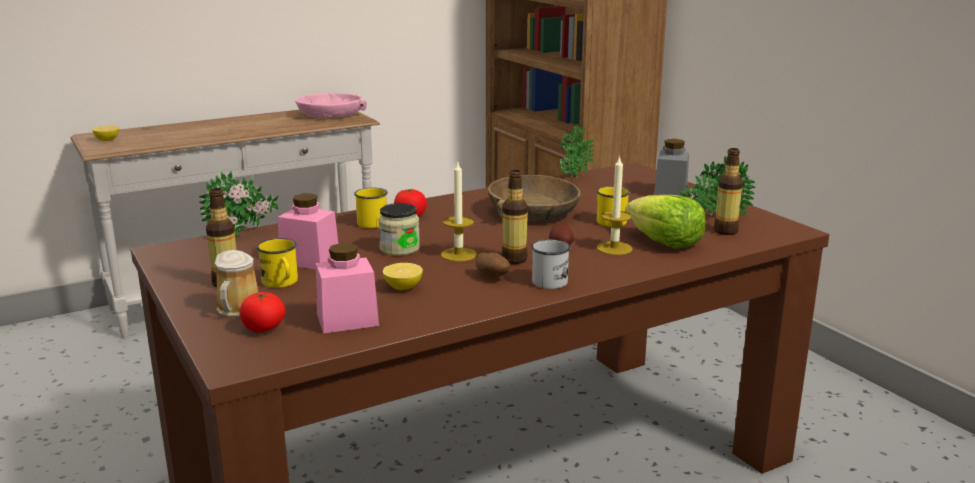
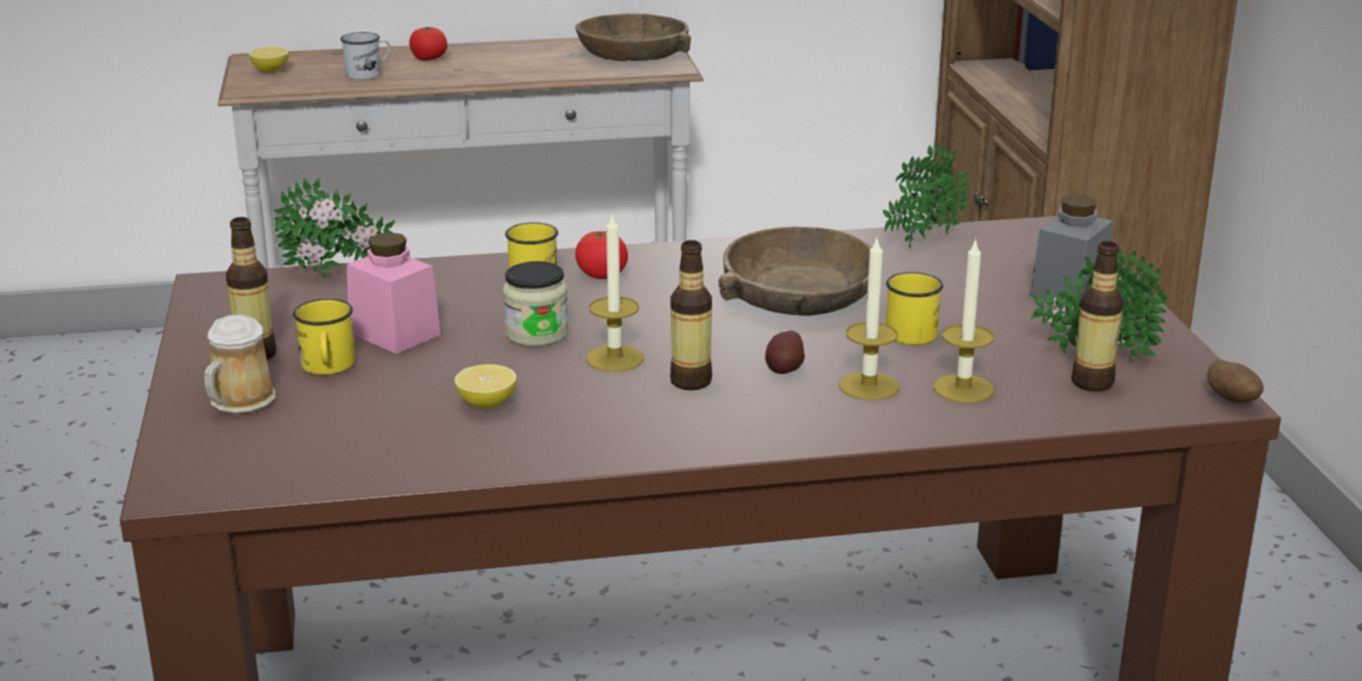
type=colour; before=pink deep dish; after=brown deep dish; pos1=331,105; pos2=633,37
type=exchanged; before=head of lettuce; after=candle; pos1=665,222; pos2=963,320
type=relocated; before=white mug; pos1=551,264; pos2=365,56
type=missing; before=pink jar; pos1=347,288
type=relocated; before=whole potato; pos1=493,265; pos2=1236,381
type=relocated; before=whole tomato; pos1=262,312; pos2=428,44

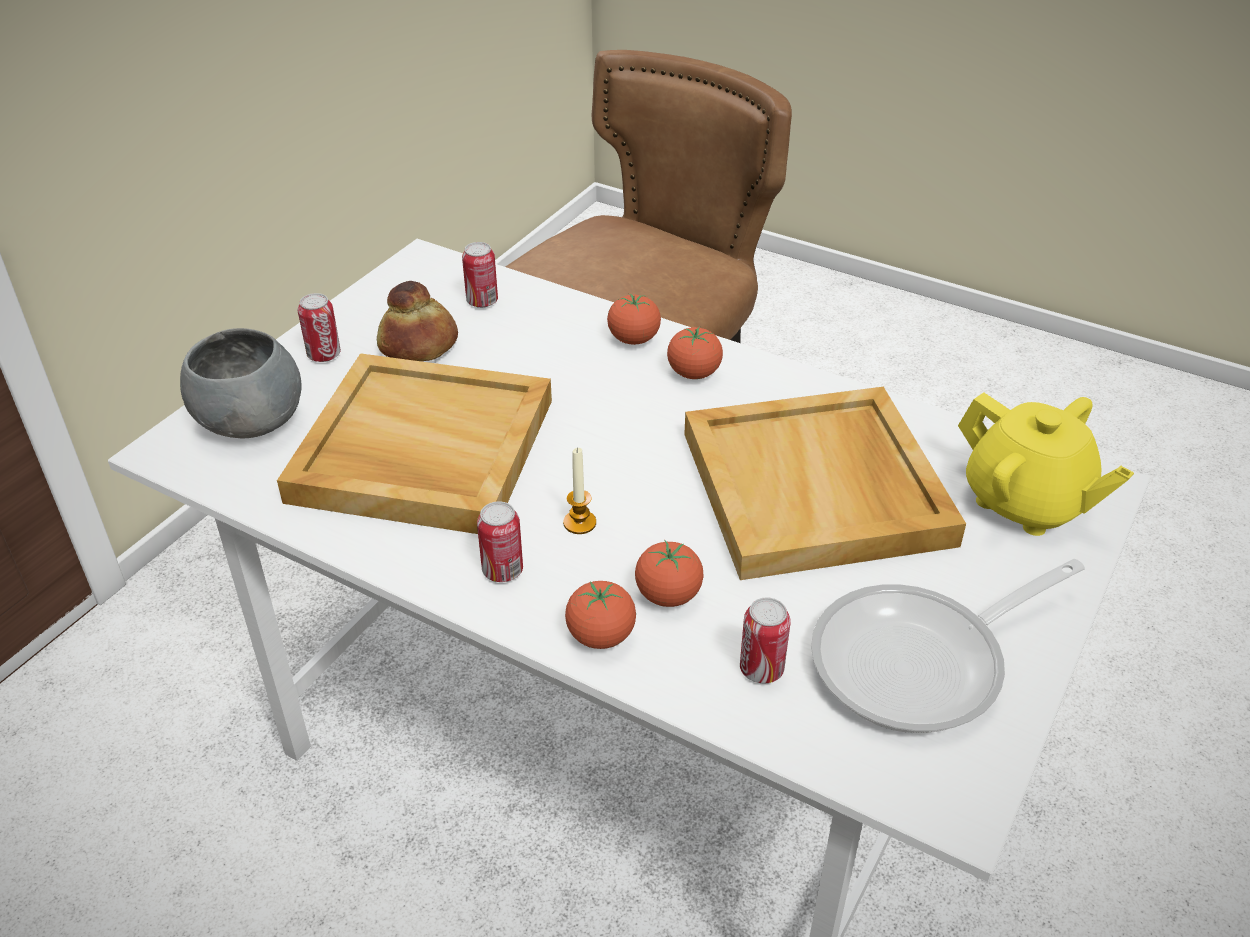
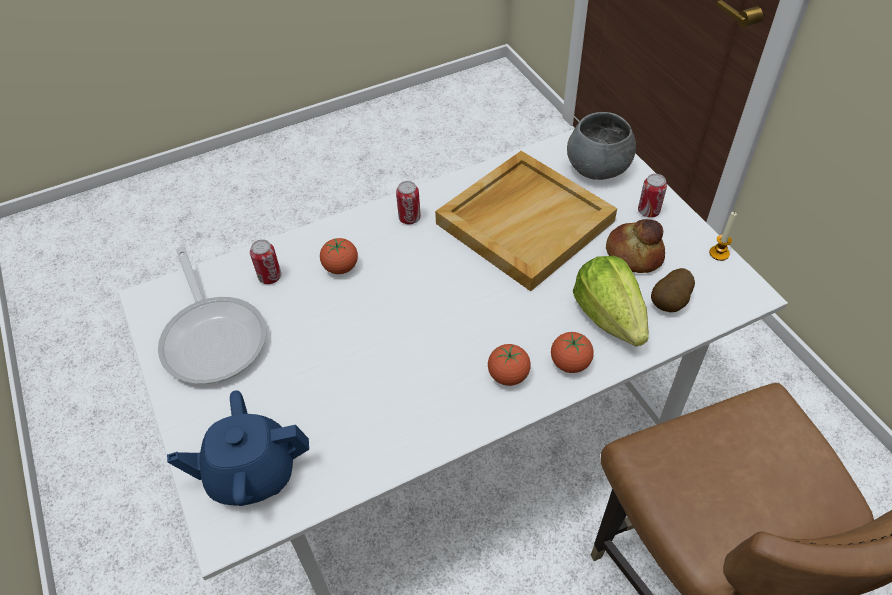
type=exchanged; before=can; after=whole potato; pos1=480,275; pos2=673,290
type=missing; before=beige carrying tray; pos1=825,483
type=colour; before=yellow pot for tea; after=blue pot for tea; pos1=1046,464; pos2=238,448
type=relocated; before=candle; pos1=579,491; pos2=723,236
type=spun; before=frying pan; pos1=948,646; pos2=212,315; turn=150
type=missing; before=whole tomato; pos1=600,615
type=appeared; after=head of lettuce; pos2=611,301

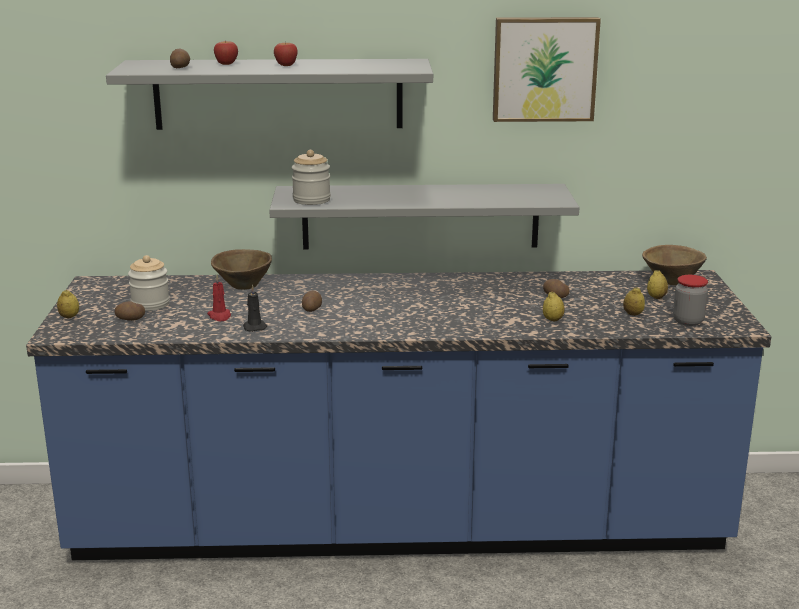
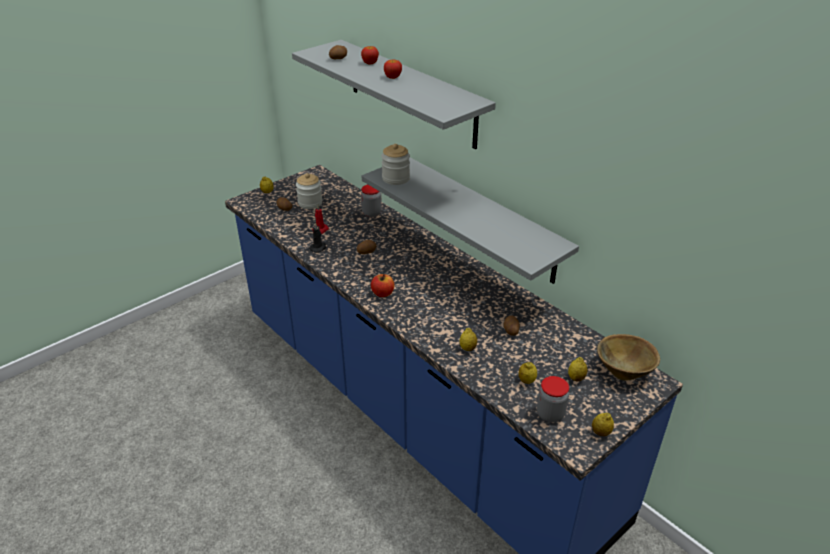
type=missing; before=wall picture; pos1=547,69
type=exchanged; before=brown deep dish; after=jar; pos1=241,269; pos2=371,200
type=appeared; after=apple; pos2=382,285
type=appeared; after=lemon; pos2=603,424

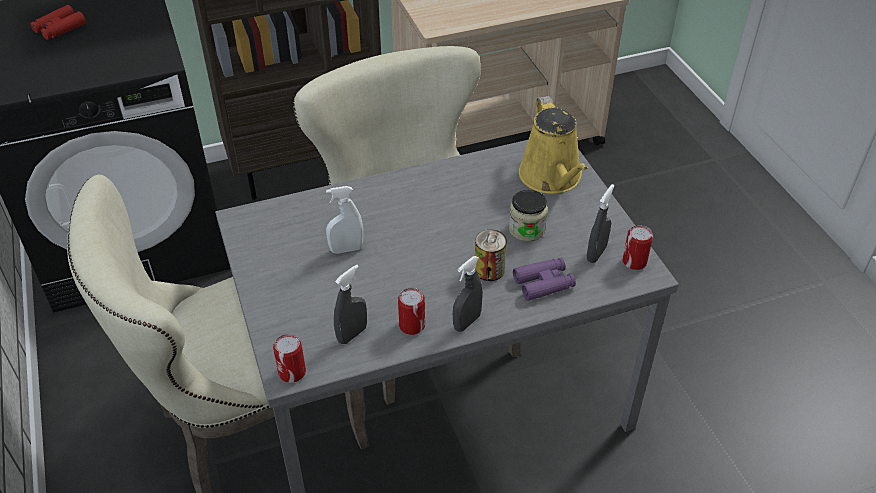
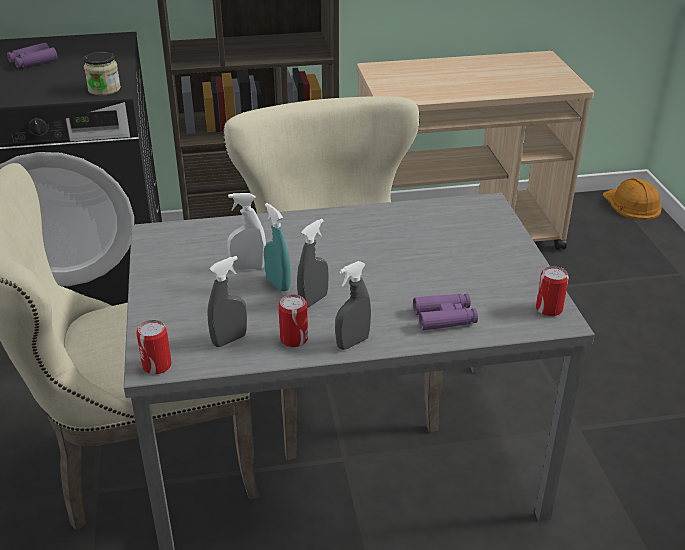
type=colour; before=red-coloured binoculars; after=purple-coloured binoculars; pos1=58,22; pos2=32,55
type=missing; before=yellow watering pot; pos1=553,145
type=relocated; before=greyish spray bottle; pos1=600,223; pos2=313,263
type=relocated; before=jar; pos1=528,215; pos2=102,73
type=missing; before=can; pos1=491,255
type=appeared; after=orange-coloured safety helmet; pos2=632,199
type=appeared; after=turquoise-coloured spray bottle; pos2=277,247

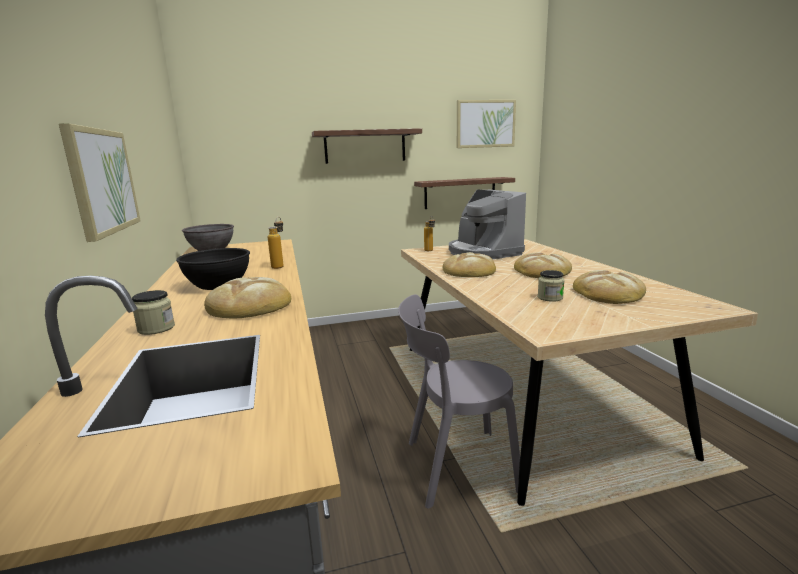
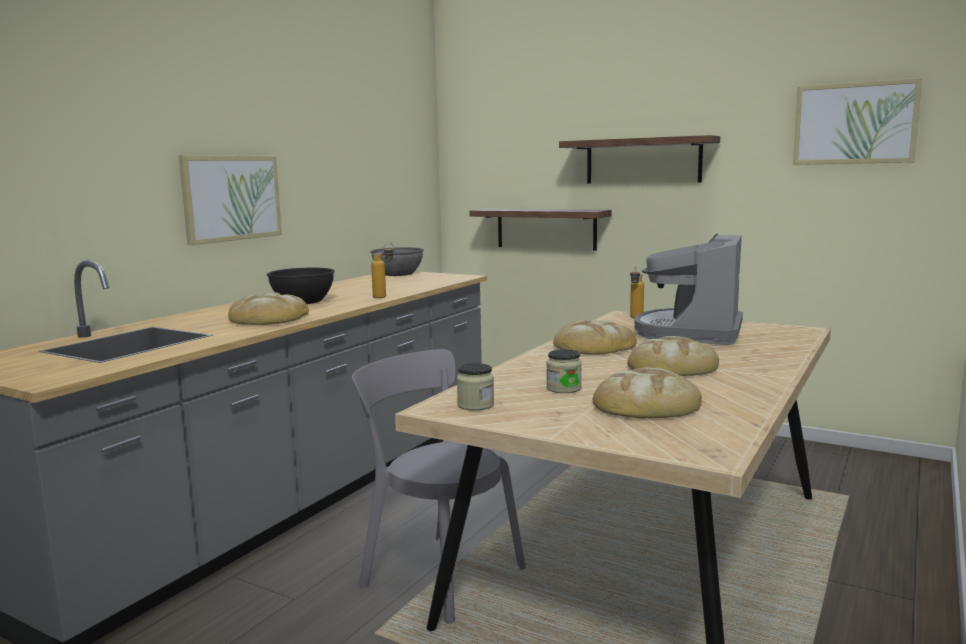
type=relocated; before=shelf; pos1=464,193; pos2=540,230
type=relocated; before=jar; pos1=153,312; pos2=475,387

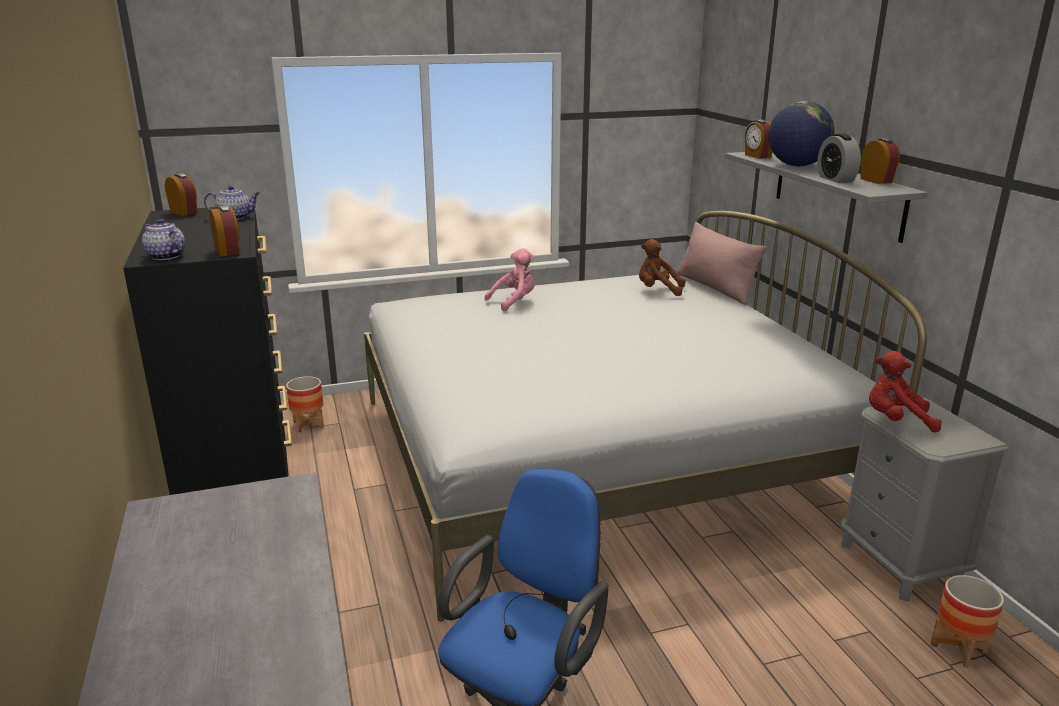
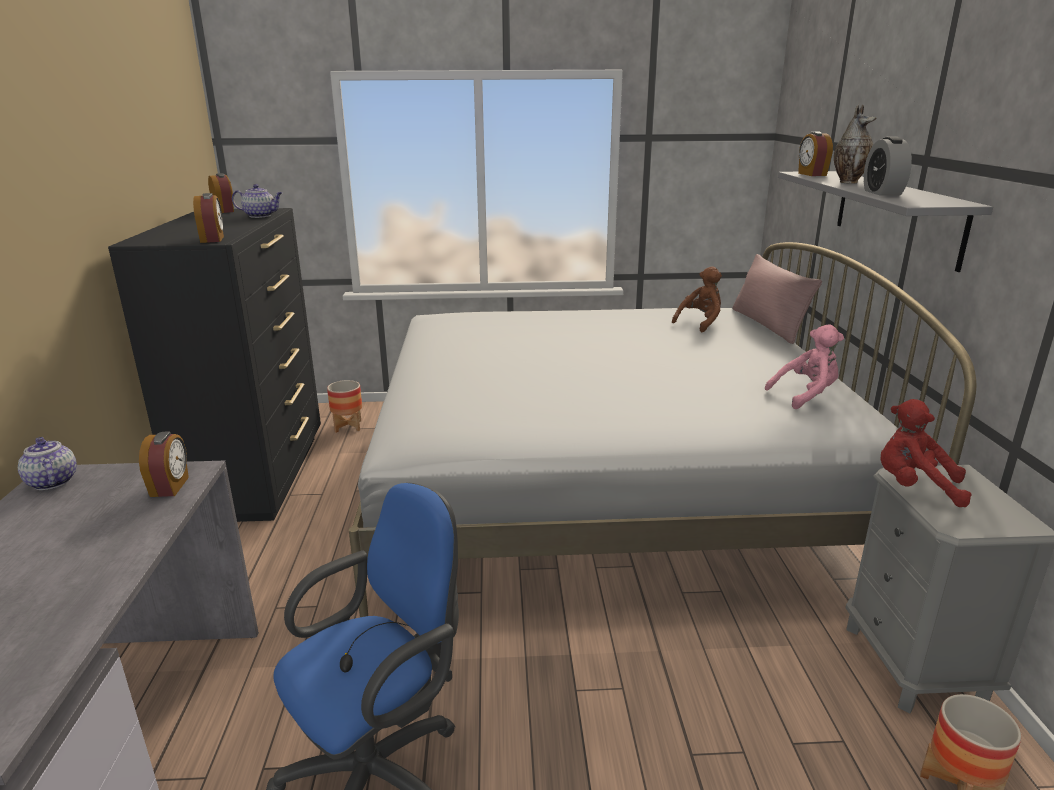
type=exchanged; before=world globe; after=decorative vase; pos1=801,133; pos2=855,144
type=relocated; before=bedside clock; pos1=880,161; pos2=164,464
type=relocated; before=pot for tea; pos1=163,239; pos2=47,463
type=spun; before=brown soft toy; pos1=662,267; pos2=697,299; turn=105
type=relocated; before=pink soft toy; pos1=509,280; pos2=804,366

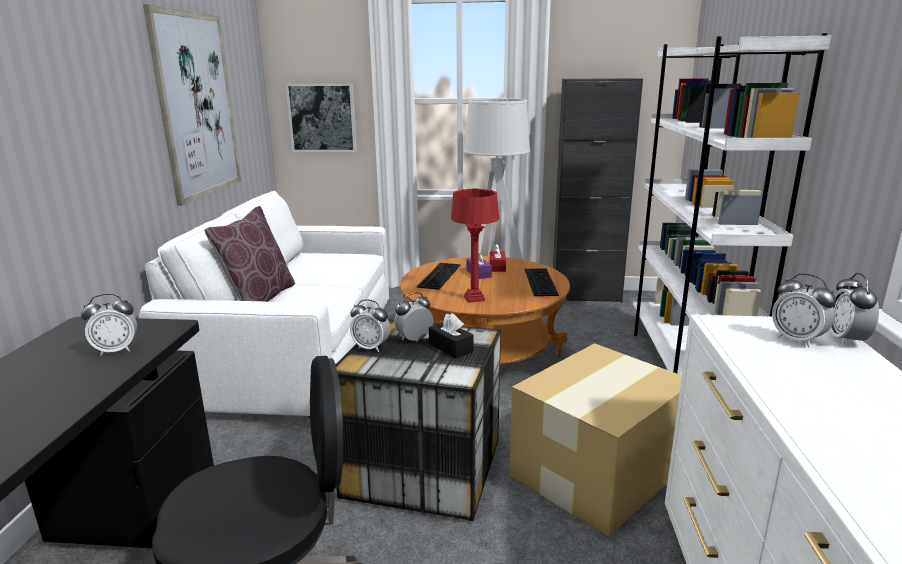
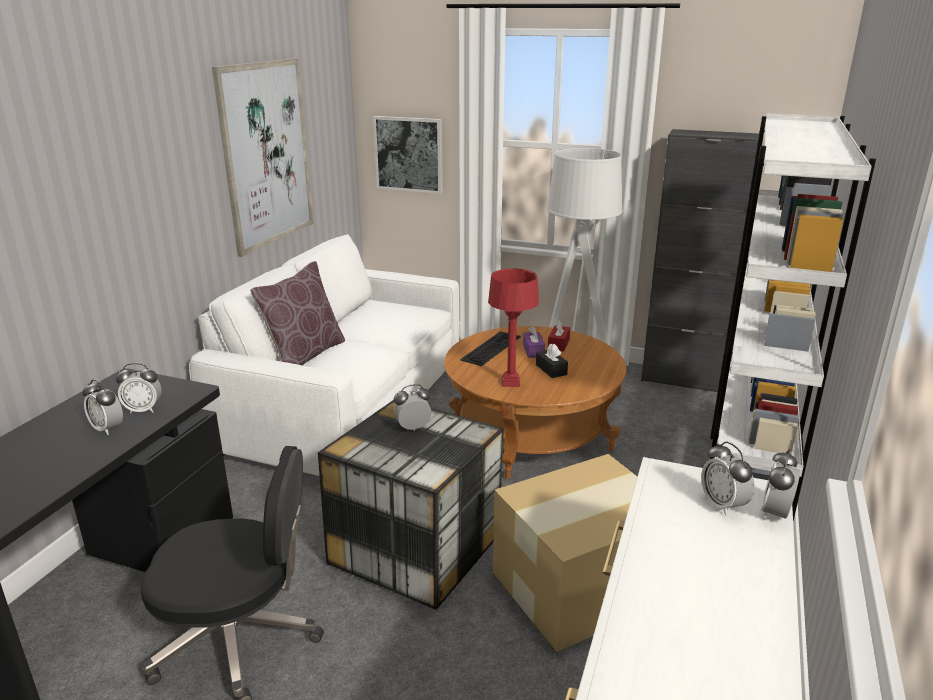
type=missing; before=PC keyboard; pos1=541,282
type=relocated; before=bedside clock; pos1=370,325; pos2=102,407
type=relocated; before=black box of tissues; pos1=451,335; pos2=552,361

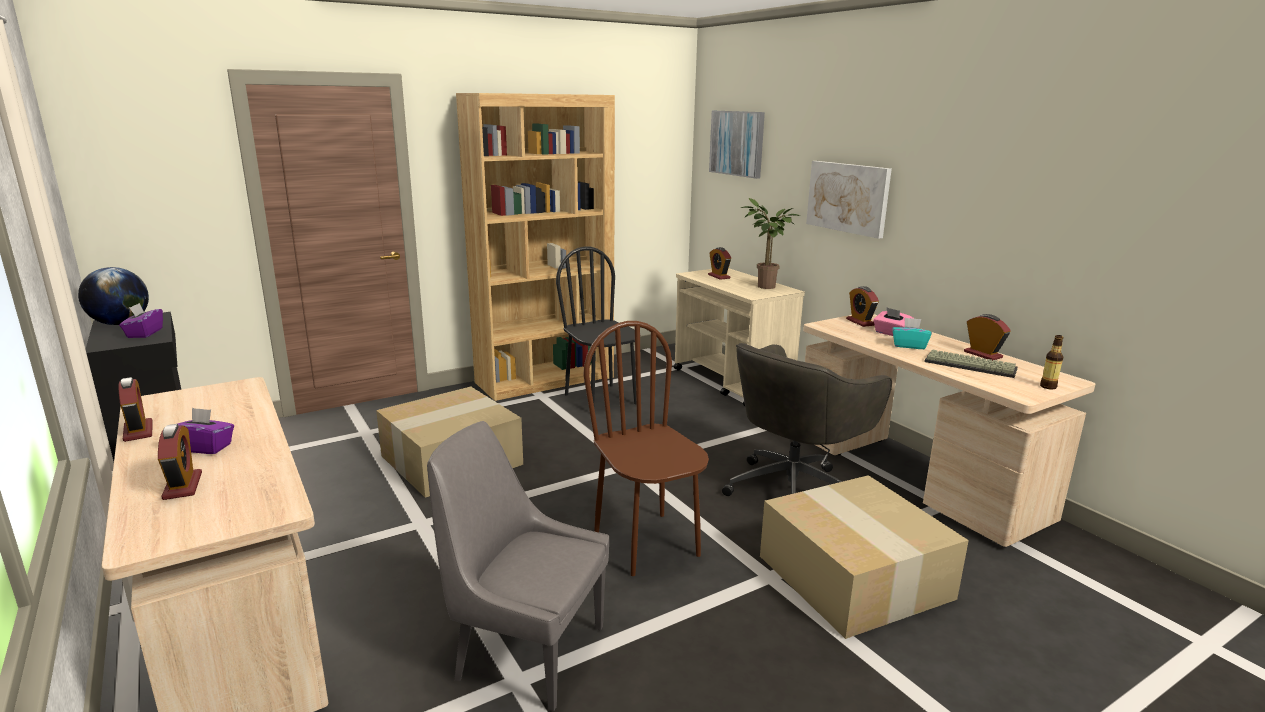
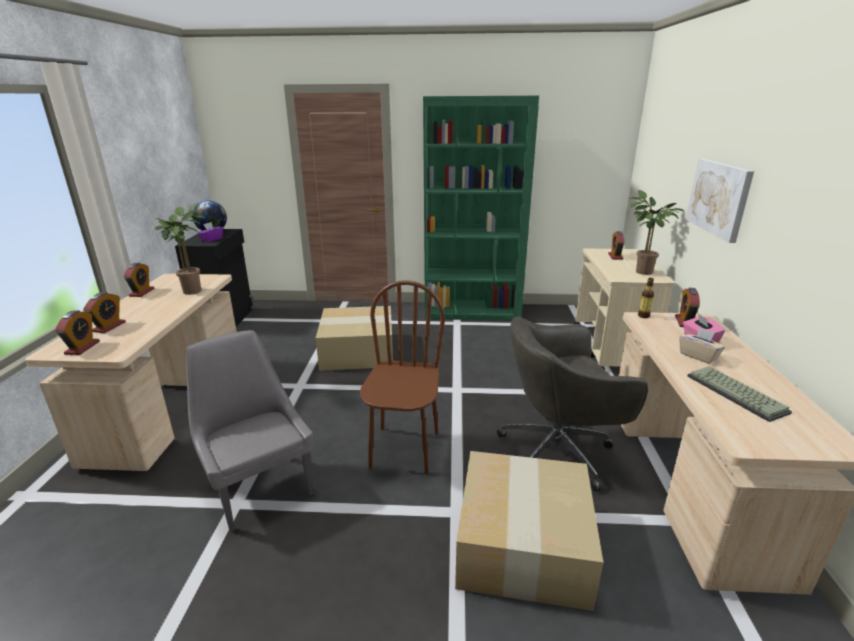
type=colour; before=brown shelving unit; after=green shelving unit; pos1=535,247; pos2=481,208
type=missing; before=wall picture; pos1=737,145
type=missing; before=black chair; pos1=596,325
type=relocated; before=bedside clock; pos1=987,337; pos2=77,332
type=colour; before=turquoise-coloured box of tissues; after=beige box of tissues; pos1=912,333; pos2=702,345
type=relocated; before=beverage bottle; pos1=1051,362; pos2=646,298
type=missing; before=purple-coloured box of tissues; pos1=206,431
type=appeared; after=houseplant; pos2=180,249

